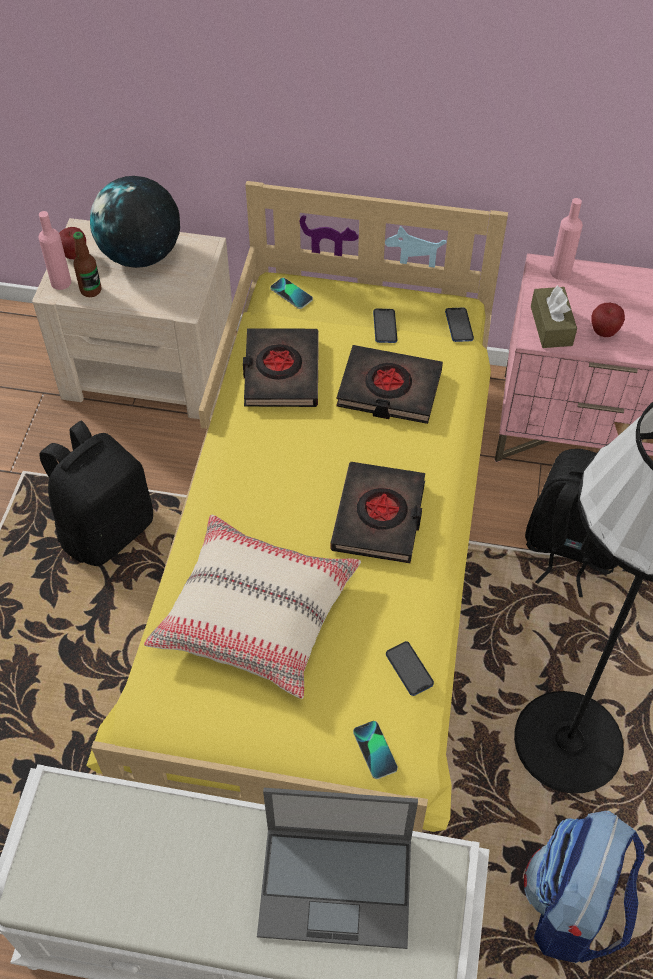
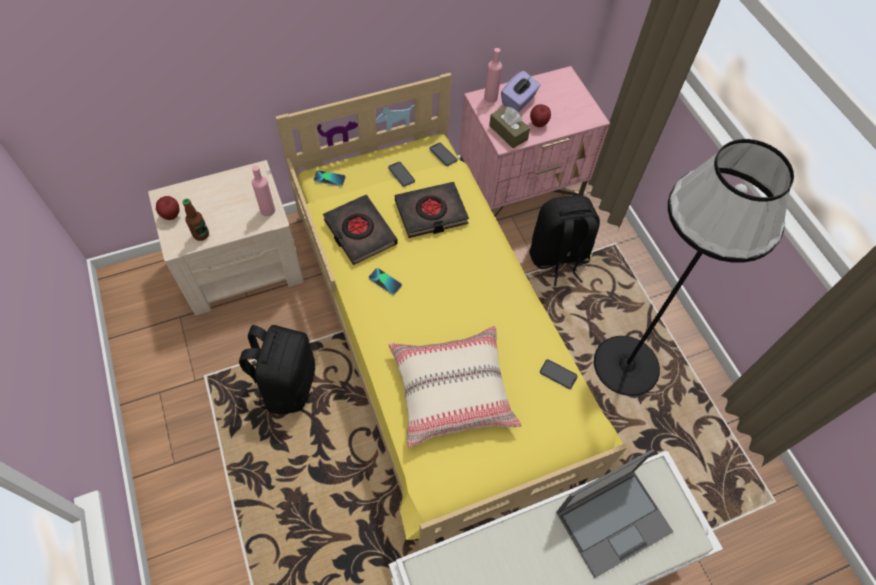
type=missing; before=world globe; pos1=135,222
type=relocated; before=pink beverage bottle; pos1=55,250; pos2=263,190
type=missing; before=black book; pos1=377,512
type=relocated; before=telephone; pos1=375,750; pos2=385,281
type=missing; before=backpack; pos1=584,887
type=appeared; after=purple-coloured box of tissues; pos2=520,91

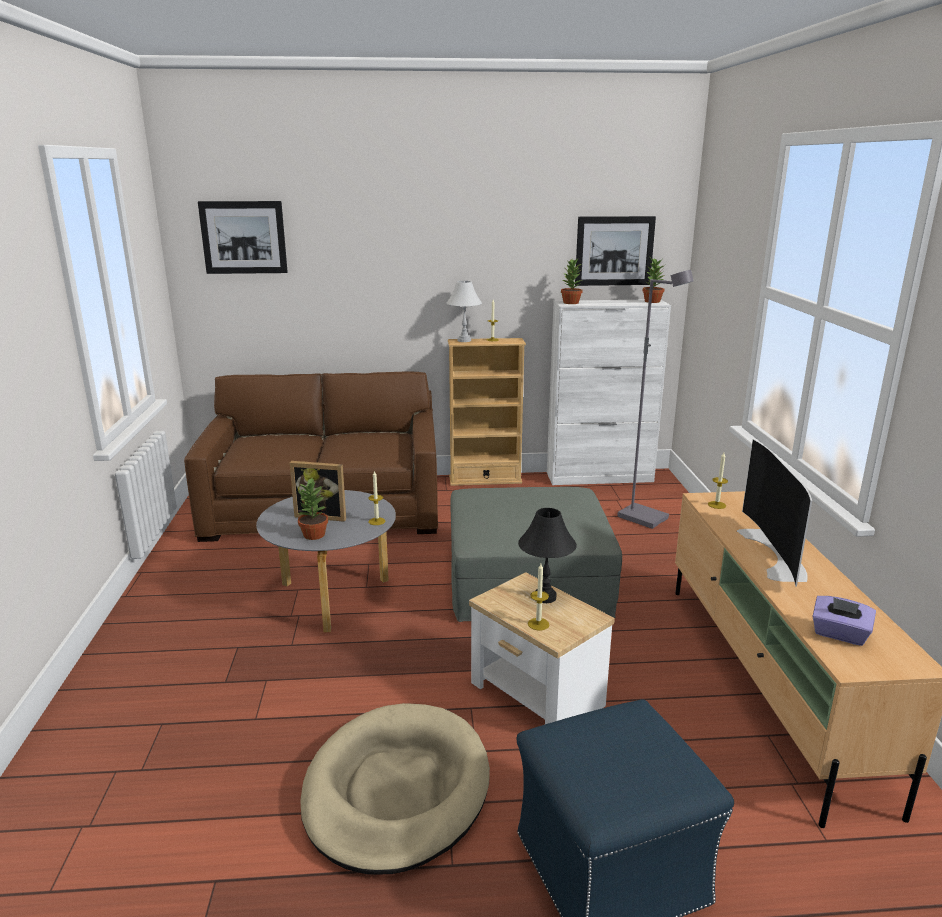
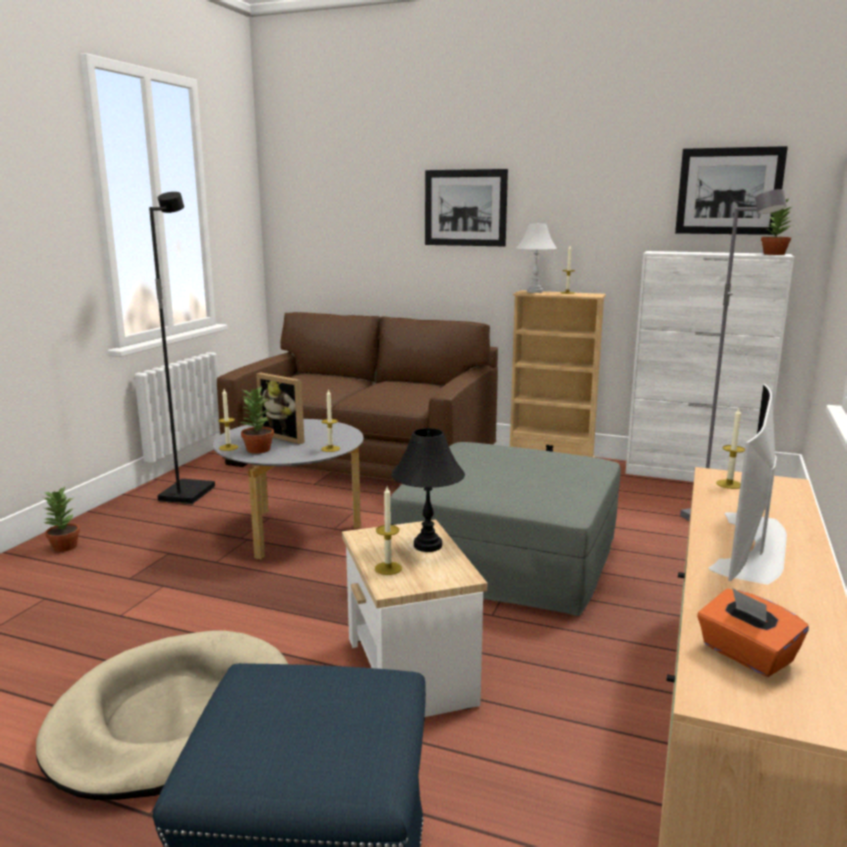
type=relocated; before=wall picture; pos1=243,237; pos2=466,208
type=relocated; before=houseplant; pos1=572,281; pos2=61,519
type=colour; before=purple-coloured box of tissues; after=orange-coloured box of tissues; pos1=844,621; pos2=753,632
type=appeared; after=black floor lamp; pos2=182,348
type=appeared; after=candle; pos2=228,420

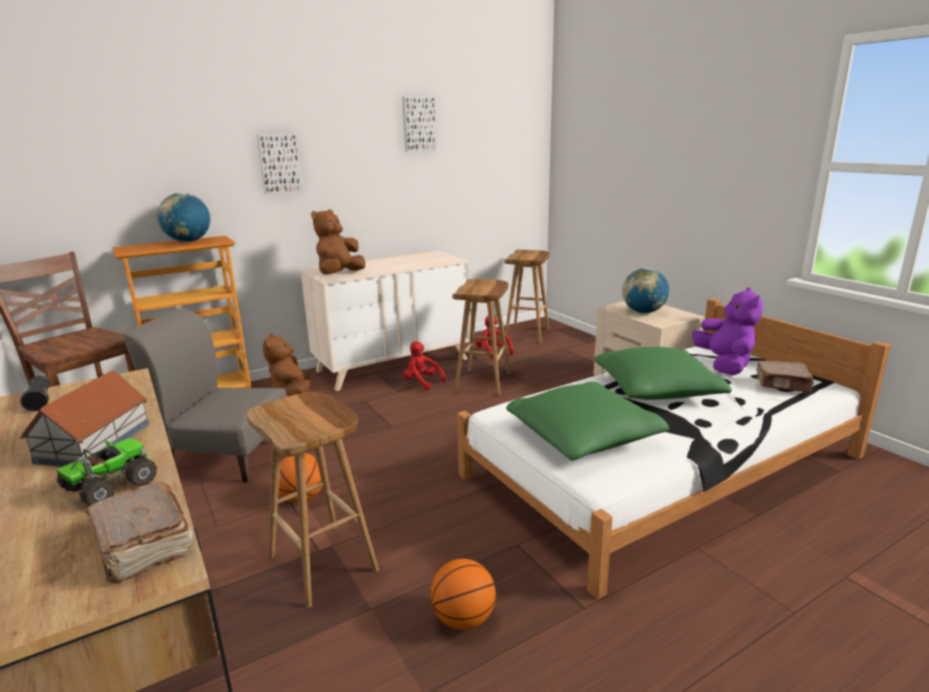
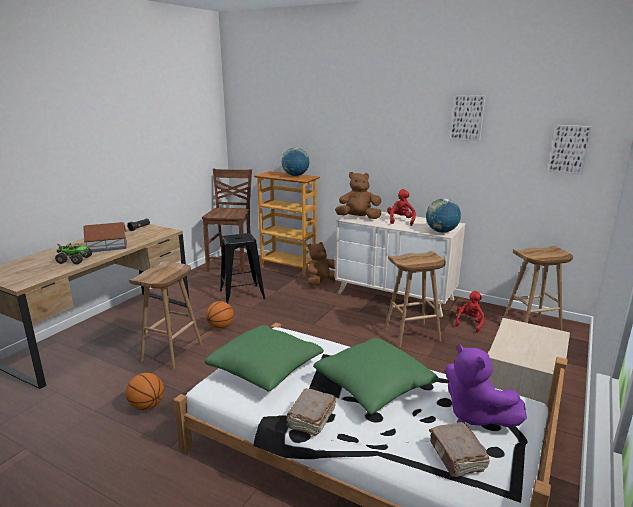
type=relocated; before=wall picture; pos1=280,164; pos2=570,150
type=relocated; before=world globe; pos1=645,291; pos2=443,215
type=spun; before=purple-coloured soft toy; pos1=727,331; pos2=486,385; turn=90
type=exchanged; before=greyish chair; after=black stool; pos1=205,395; pos2=243,268
type=relocated; before=red-coloured soft toy; pos1=424,365; pos2=401,207
type=relocated; before=brown book; pos1=139,532; pos2=311,412

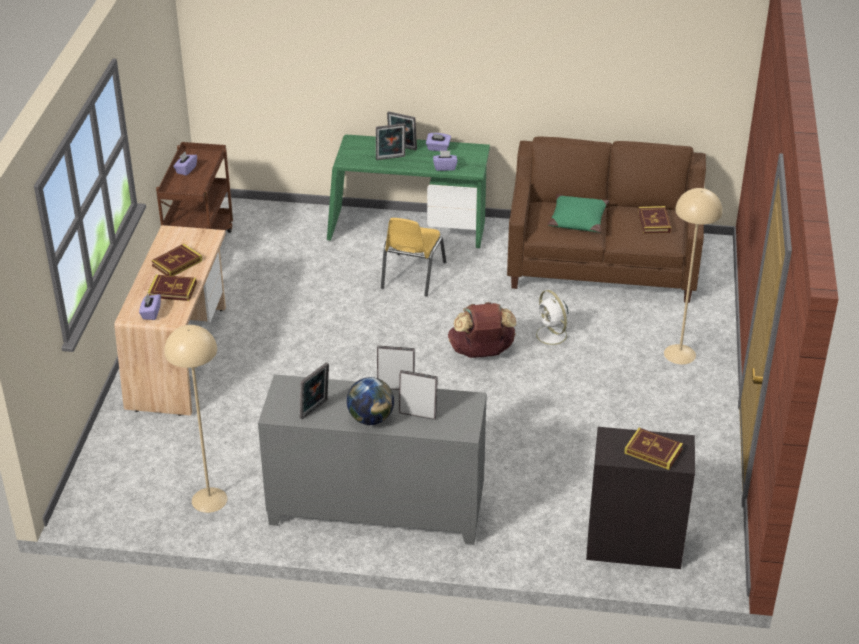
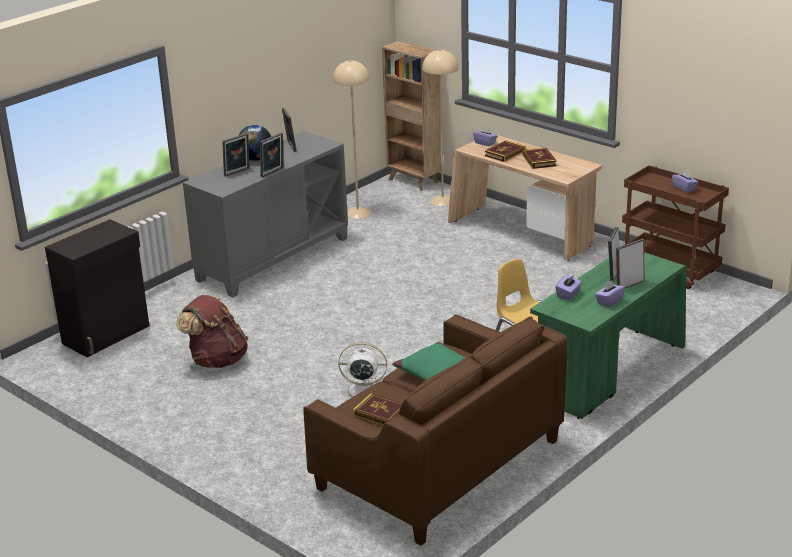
type=relocated; before=beige floor lamp; pos1=693,276; pos2=440,128
type=relocated; before=brown backpack; pos1=482,330; pos2=212,331
type=missing; before=book; pos1=653,449
type=appeared; after=brown shelving unit; pos2=411,116

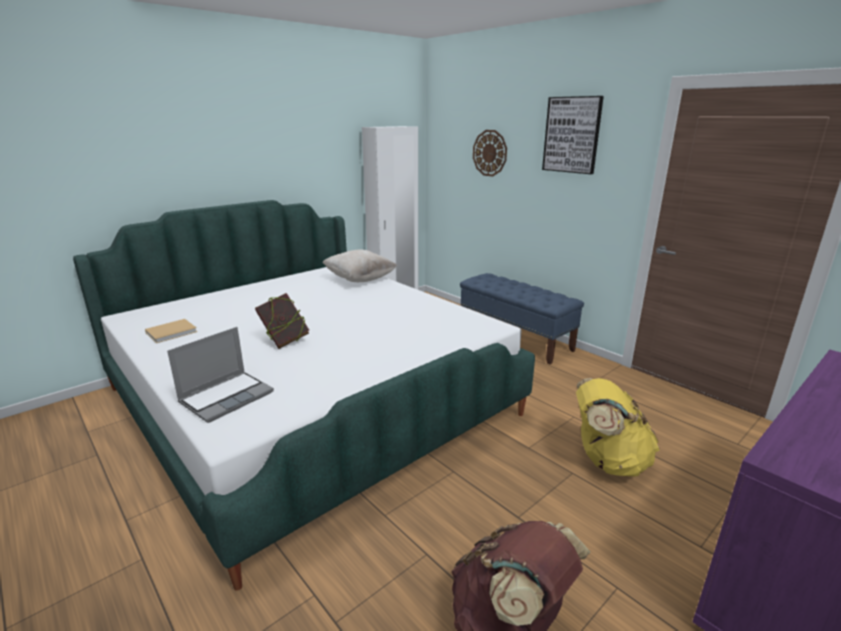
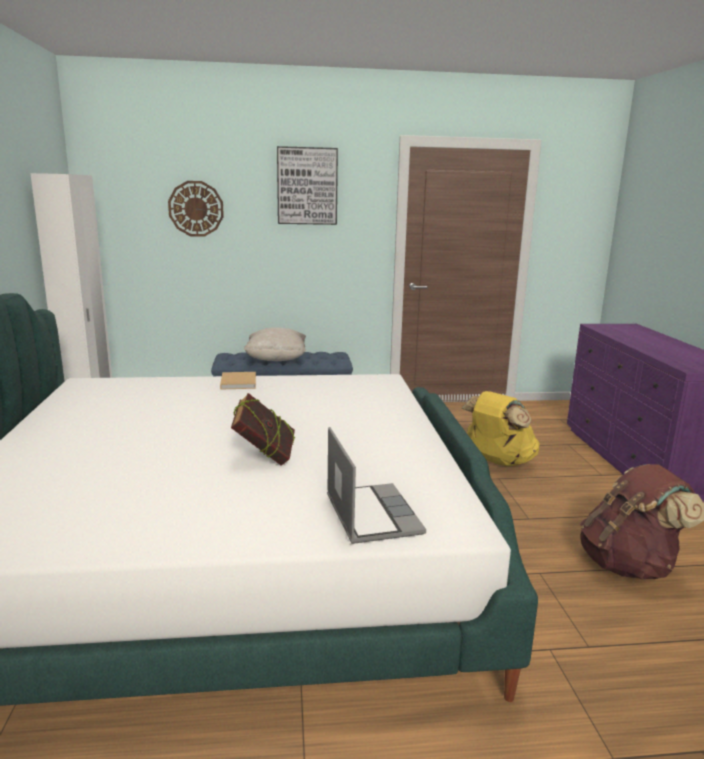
type=relocated; before=beige throw pillow; pos1=359,265; pos2=275,344
type=relocated; before=beige book; pos1=171,331; pos2=238,381

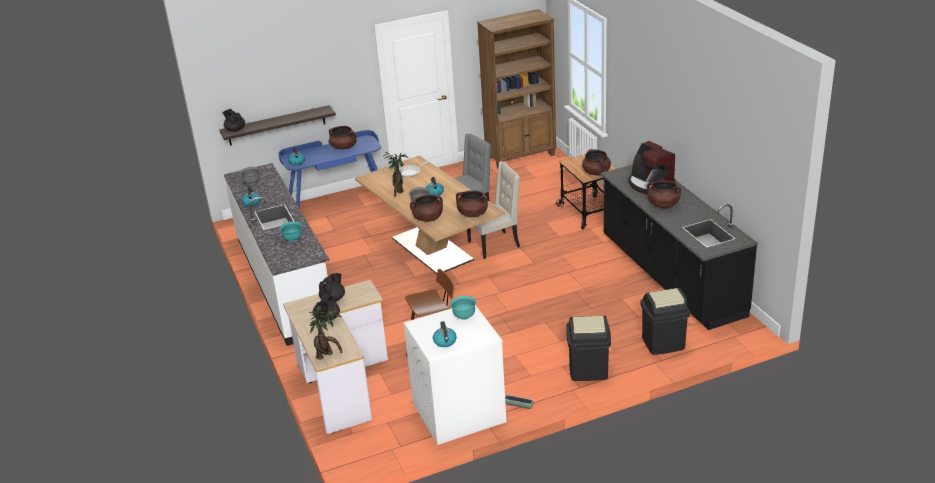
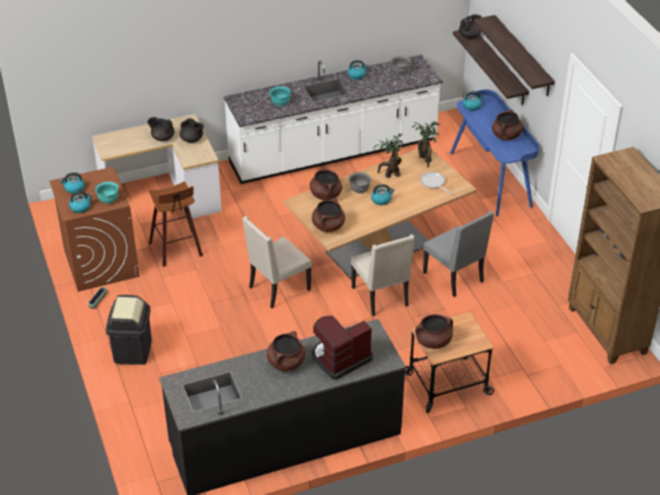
type=missing; before=black trash can; pos1=665,321
type=relocated; before=houseplant; pos1=325,332; pos2=426,144
type=colour; before=white laundry appliance; after=brown laundry appliance; pos1=455,375; pos2=94,229
type=appeared; after=shelf; pos2=514,55
type=appeared; after=tea kettle; pos2=80,202
type=appeared; after=beige chair; pos2=277,262

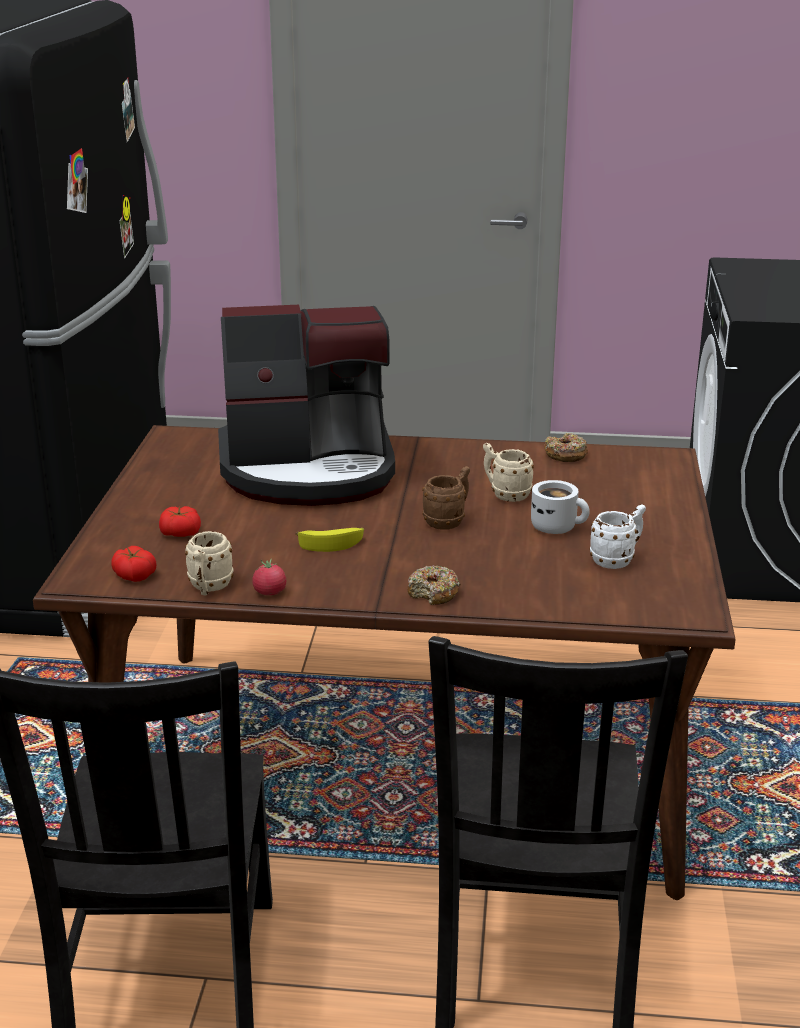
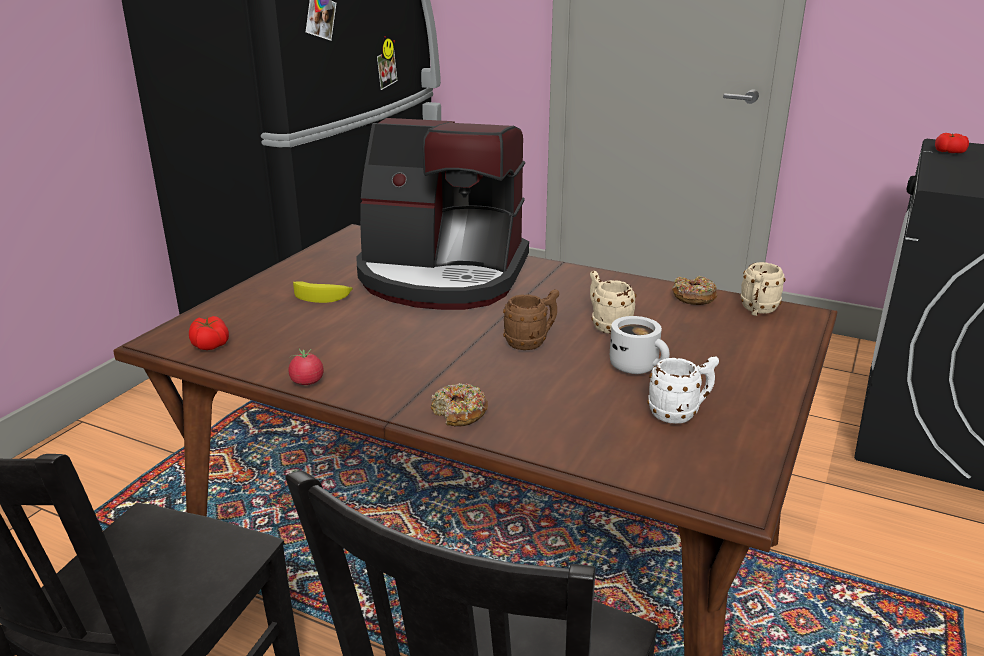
type=relocated; before=whole tomato; pos1=180,521; pos2=952,143
type=relocated; before=banana; pos1=330,540; pos2=323,292
type=relocated; before=beige mug; pos1=209,563; pos2=762,289

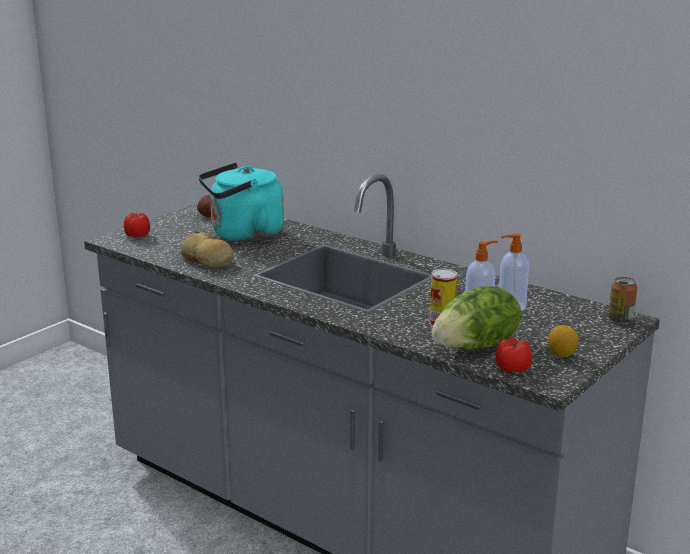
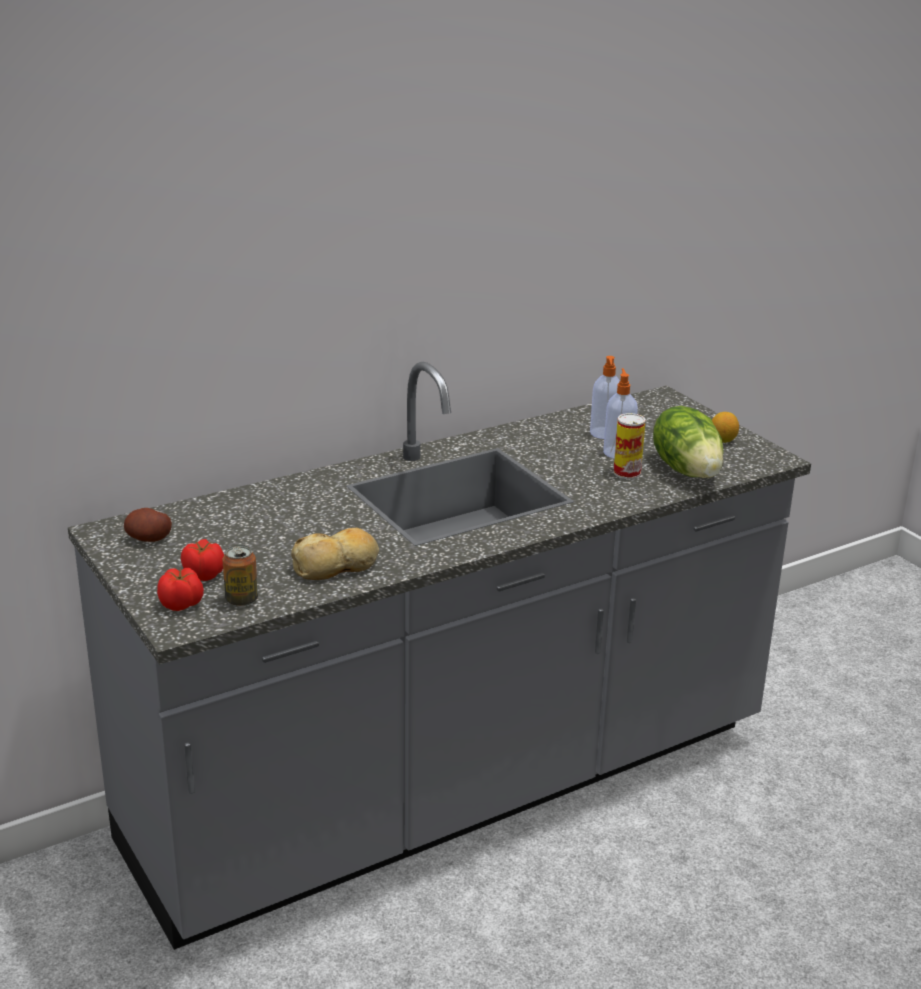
type=missing; before=turquoise-coloured tea kettle; pos1=241,202
type=relocated; before=can; pos1=622,300; pos2=240,576
type=relocated; before=whole tomato; pos1=514,355; pos2=202,560

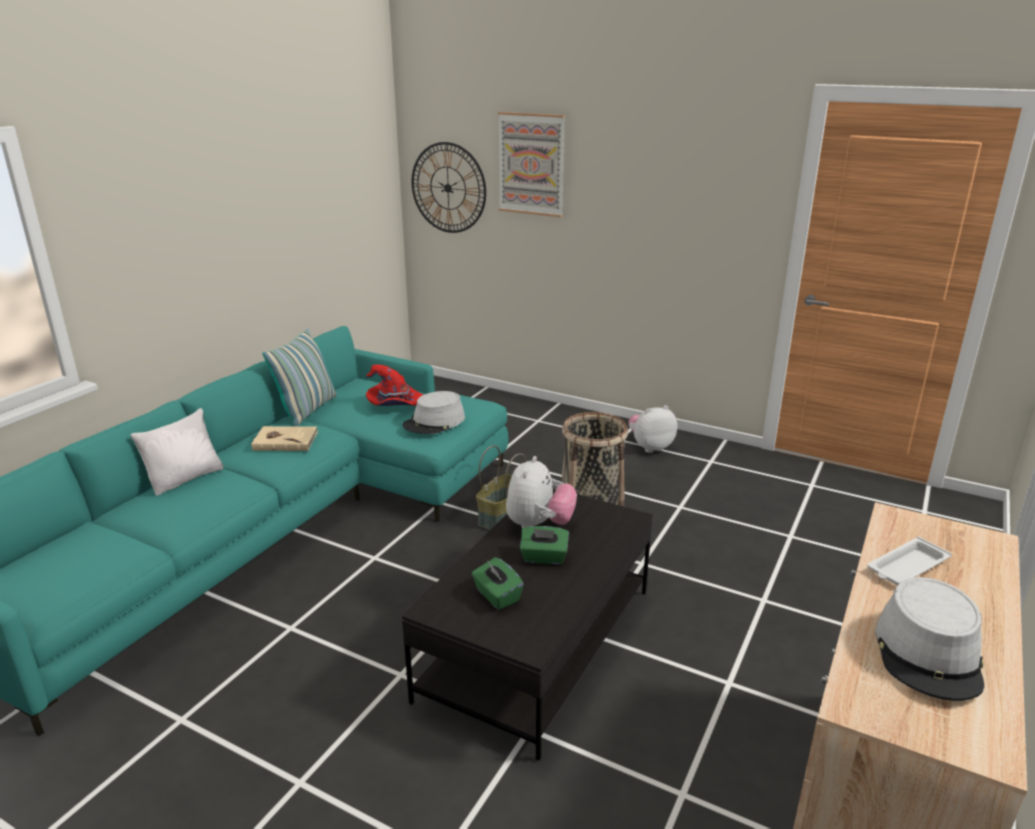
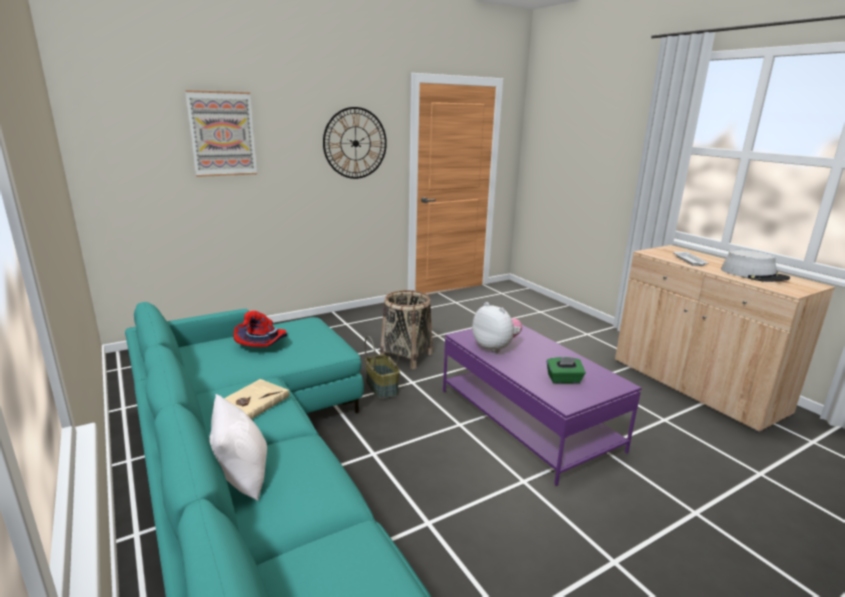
type=relocated; before=clock on the wall; pos1=448,187; pos2=355,143
type=missing; before=throw pillow; pos1=299,377
type=missing; before=greyish wearable hat; pos1=433,412
type=missing; before=soft toy; pos1=652,429
type=colour; before=black low table; after=purple-coloured low table; pos1=527,625; pos2=542,405
type=missing; before=green box of tissues; pos1=544,545

